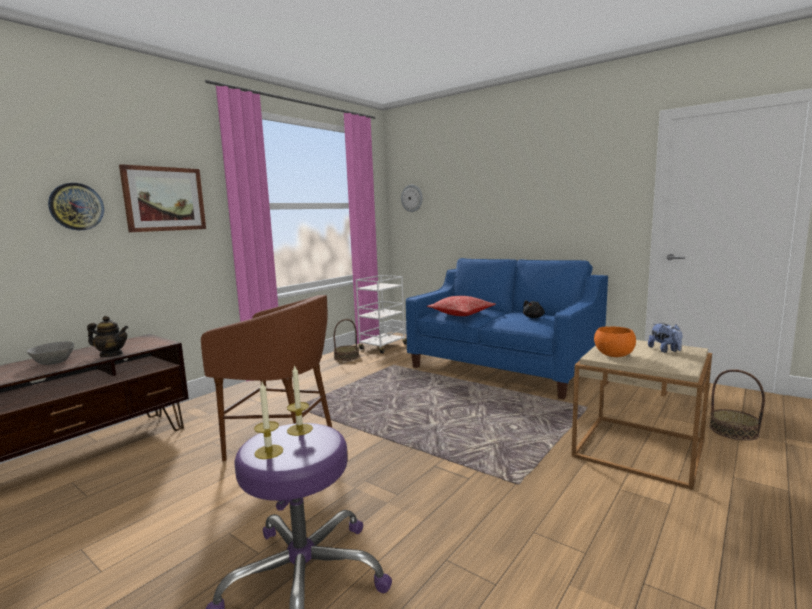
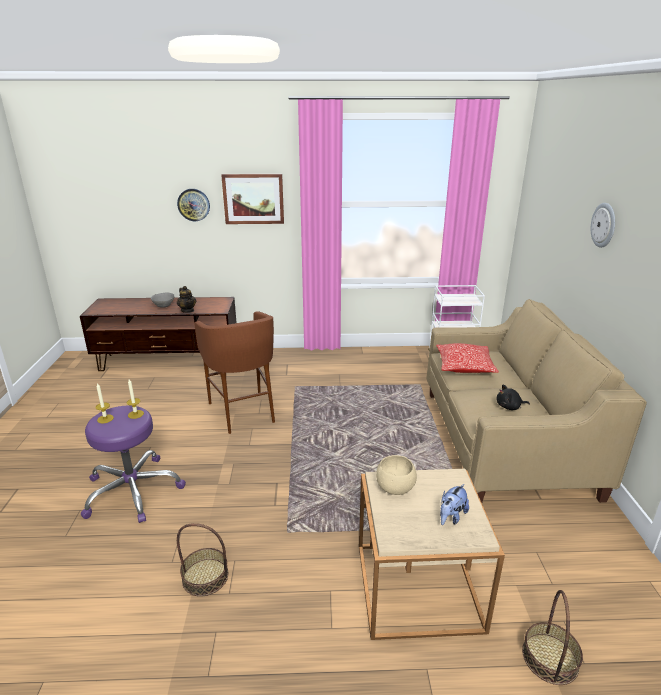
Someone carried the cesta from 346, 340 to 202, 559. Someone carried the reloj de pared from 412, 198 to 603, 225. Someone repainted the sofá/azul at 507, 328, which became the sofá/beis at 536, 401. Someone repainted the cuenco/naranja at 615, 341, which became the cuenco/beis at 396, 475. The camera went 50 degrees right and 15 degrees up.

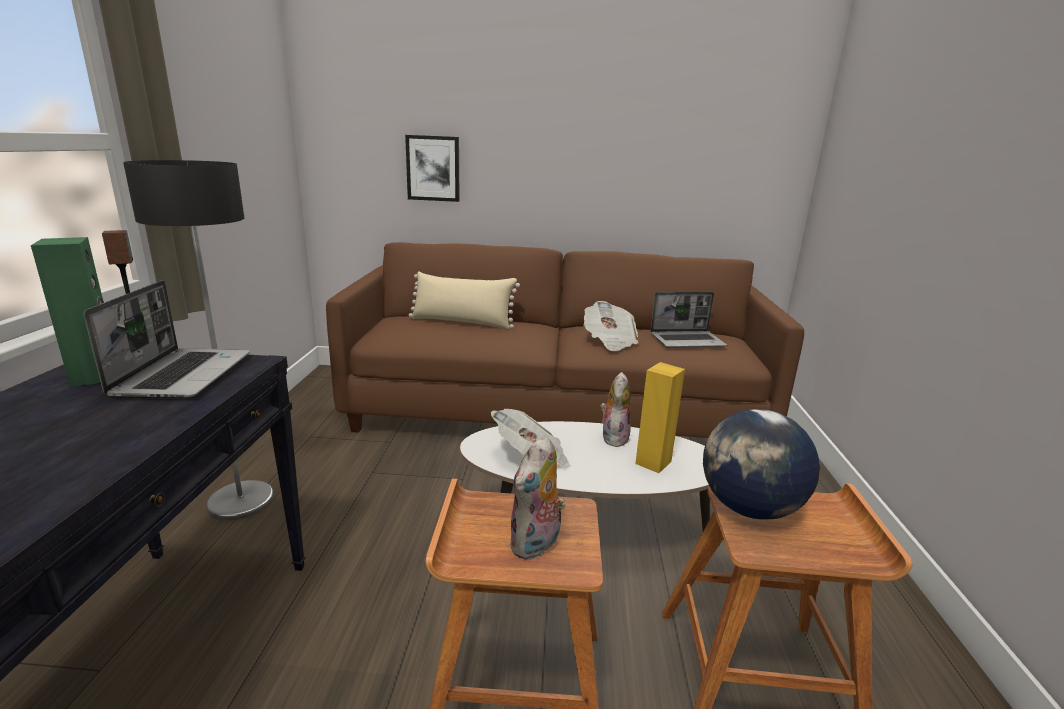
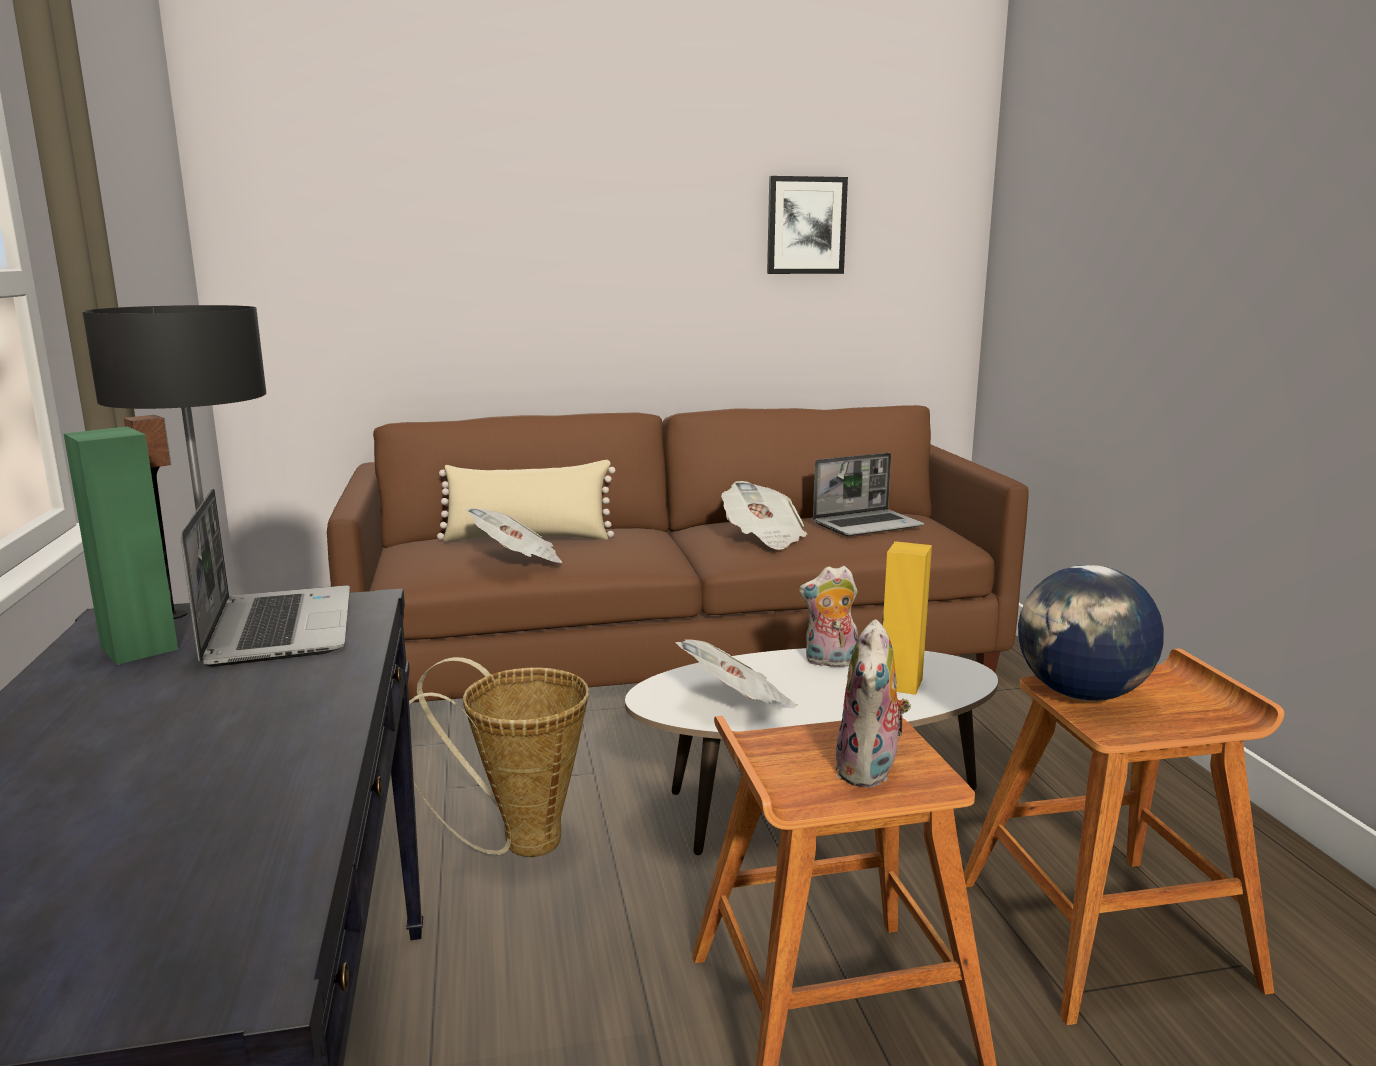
Someone put down the cesta at 499, 757. Someone put down the periódico at 514, 535. Someone carried the cuadro from 432, 168 to 807, 225. Someone rotated the peluche at 615, 409 by 90 degrees counterclockwise. The camera went 15 degrees left and 5 degrees down.

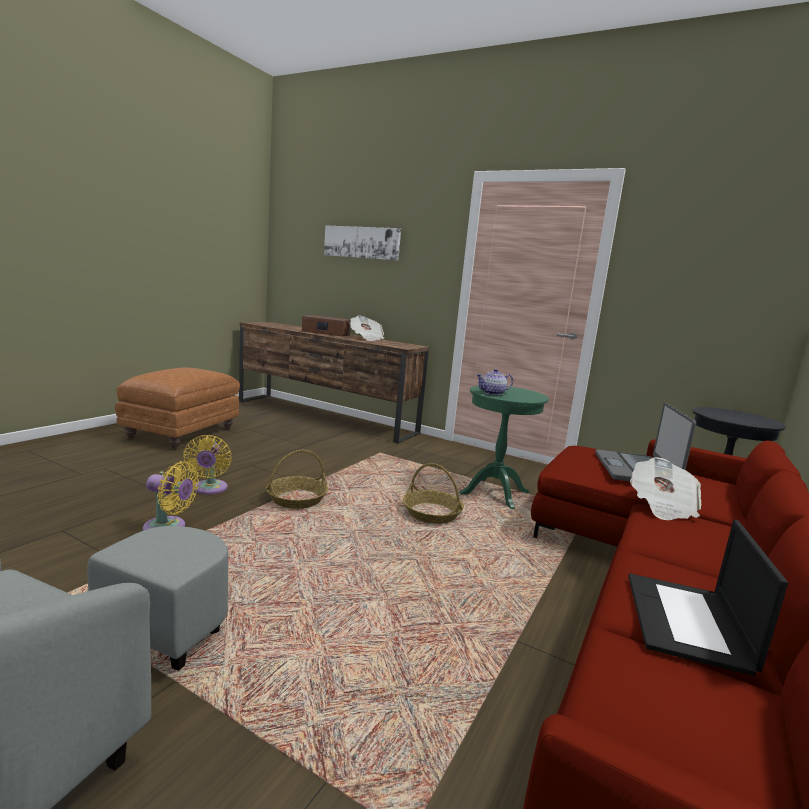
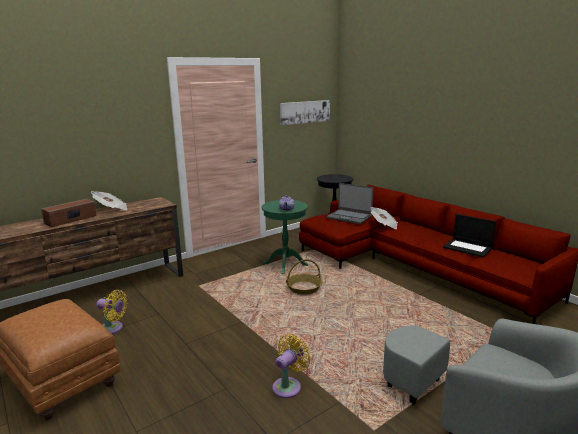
Someone took away the cesta at 297, 479. Someone carried the ventilador/amarillo from 207, 465 to 111, 312. Someone carried the cuadro from 362, 243 to 305, 112. The camera went 65 degrees left and 5 degrees up.

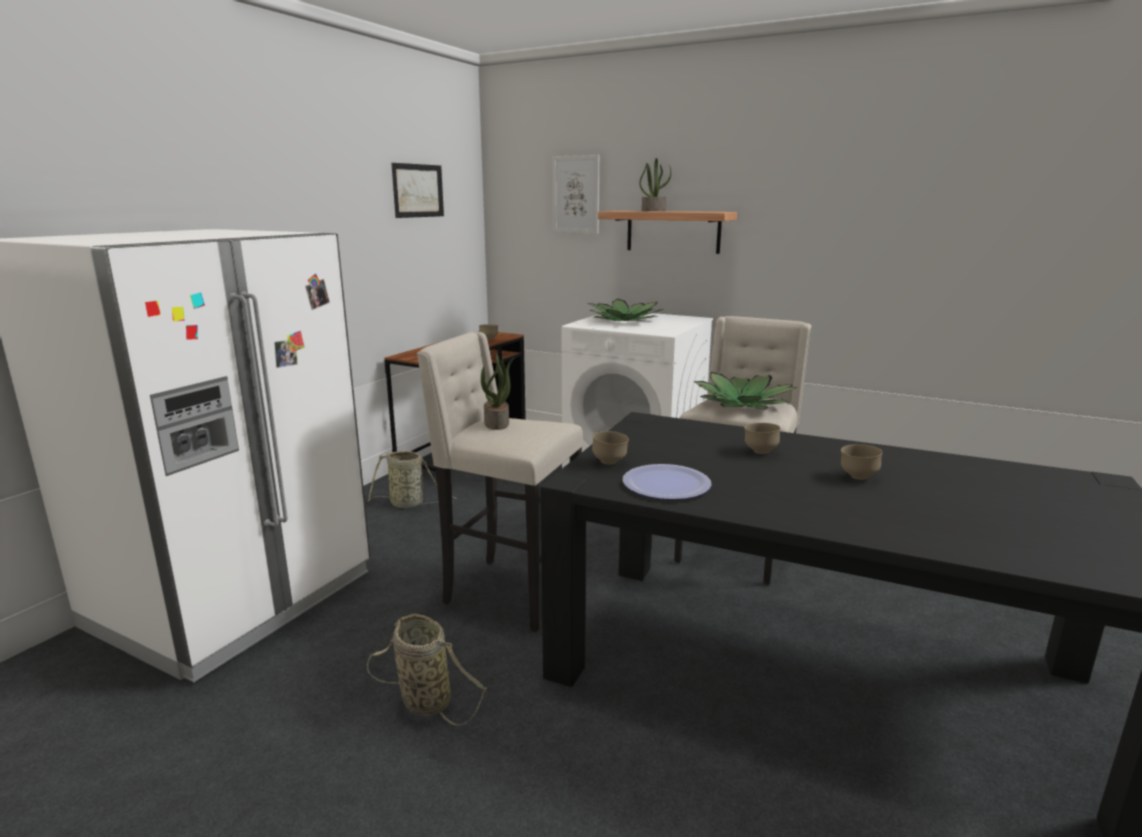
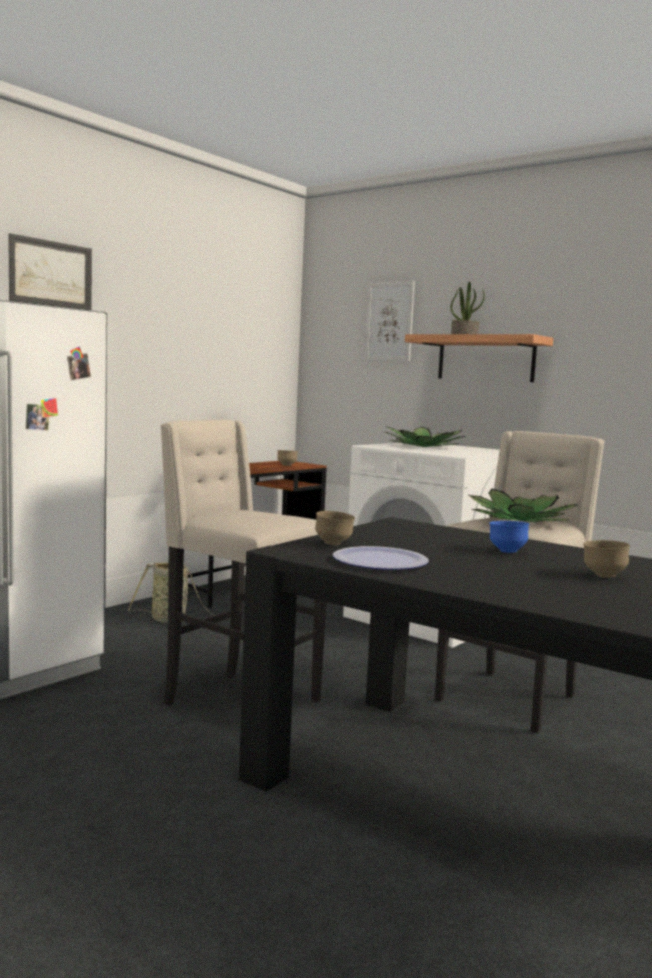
Someone took away the cesta at 426, 669. Someone took away the planta en maceta at 498, 391. Someone carried the cuadro from 417, 190 to 50, 271. Someone repainted the cuenco/marrón at 762, 438, which became the cuenco/azul at 509, 537. The camera went 10 degrees right and 10 degrees down.

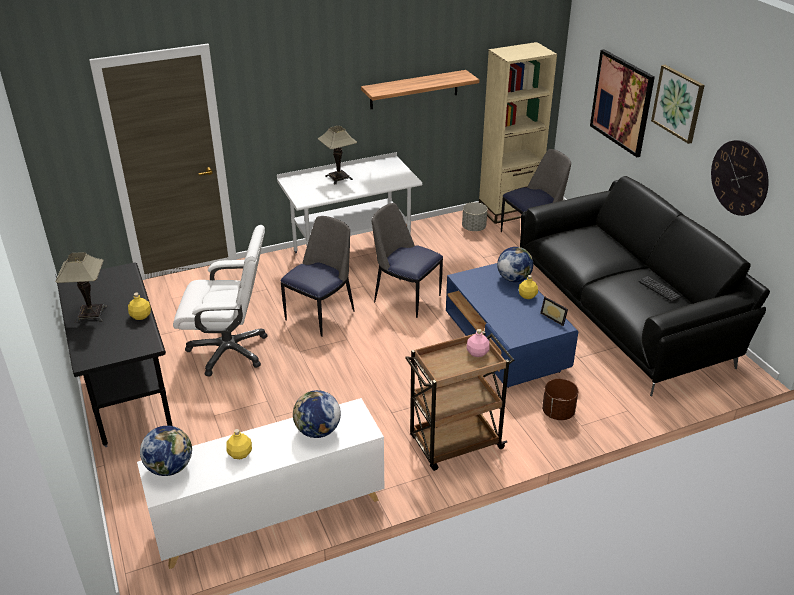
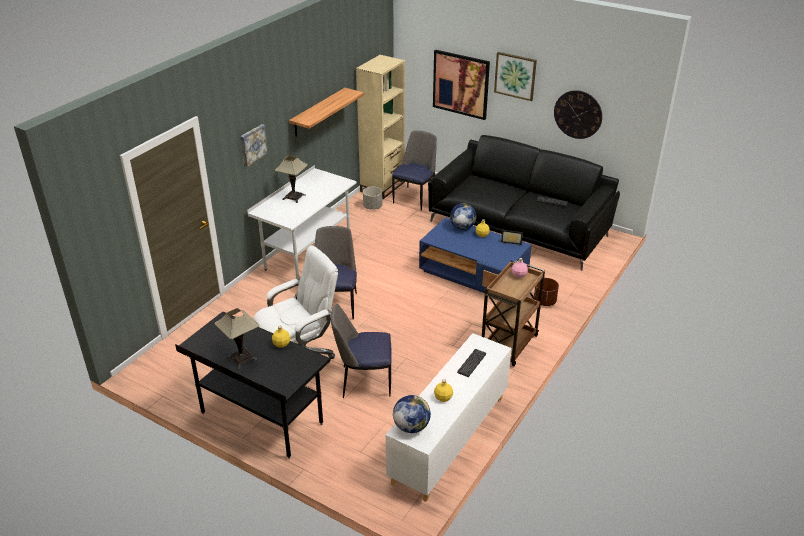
Someone put up the cuadro at 254, 145. Someone carried the silla from 407, 260 to 361, 351. Someone swapped the globo terráqueo at 317, 414 for the teclado at 471, 363. The camera went 35 degrees left and 0 degrees up.

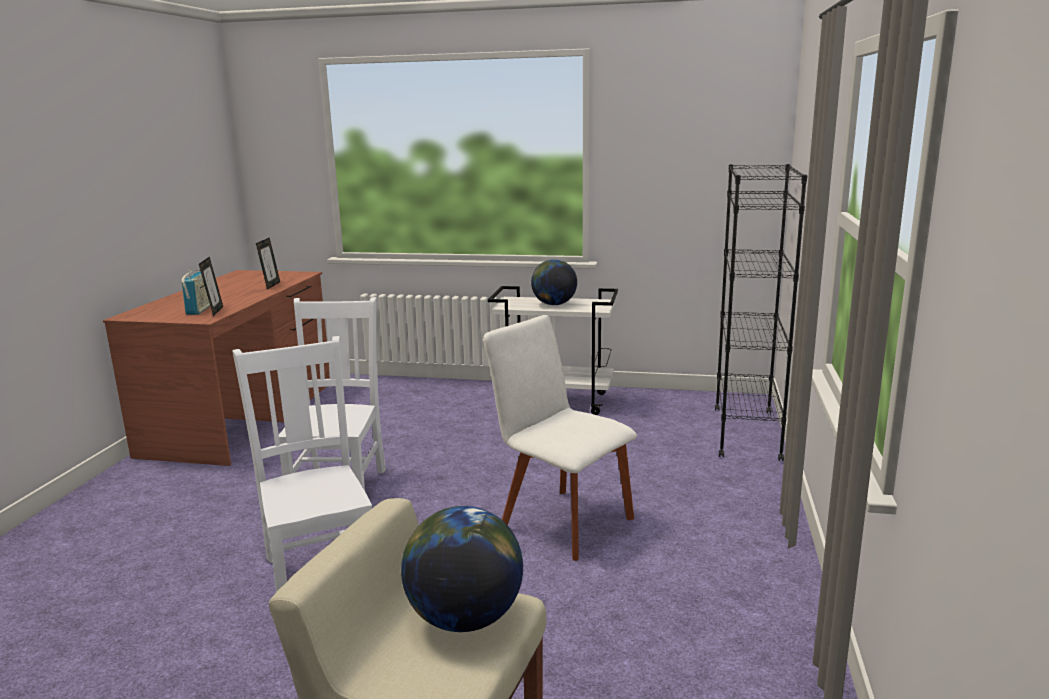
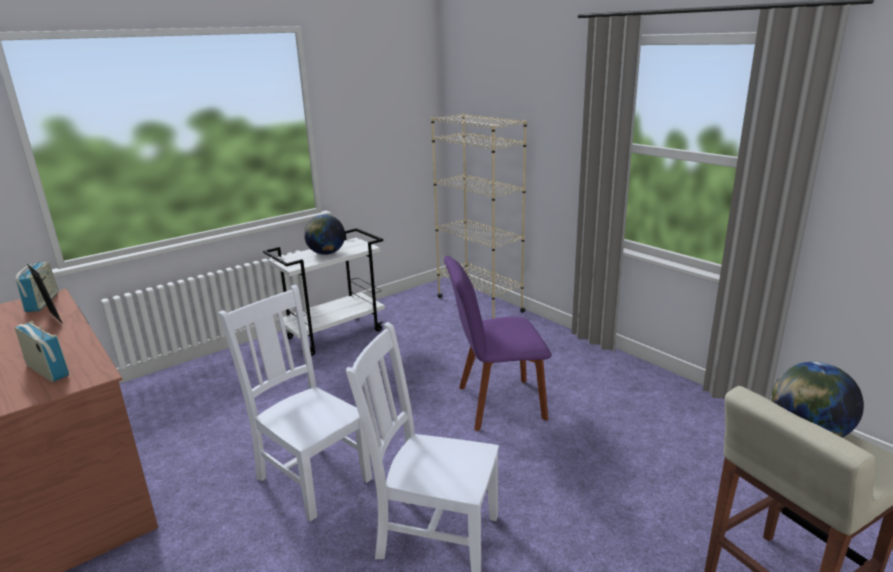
Someone took away the portarretratos at 211, 286. Someone put down the radio at 37, 287. Someone repainted the silla/blanco at 560, 438, which became the silla/morado at 498, 343. Someone repainted the estantería/negro at 761, 312, which became the estantería/beis at 479, 216. The camera went 50 degrees left and 5 degrees up.

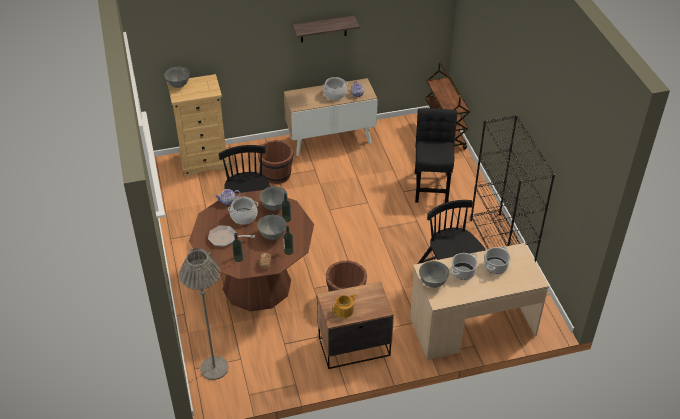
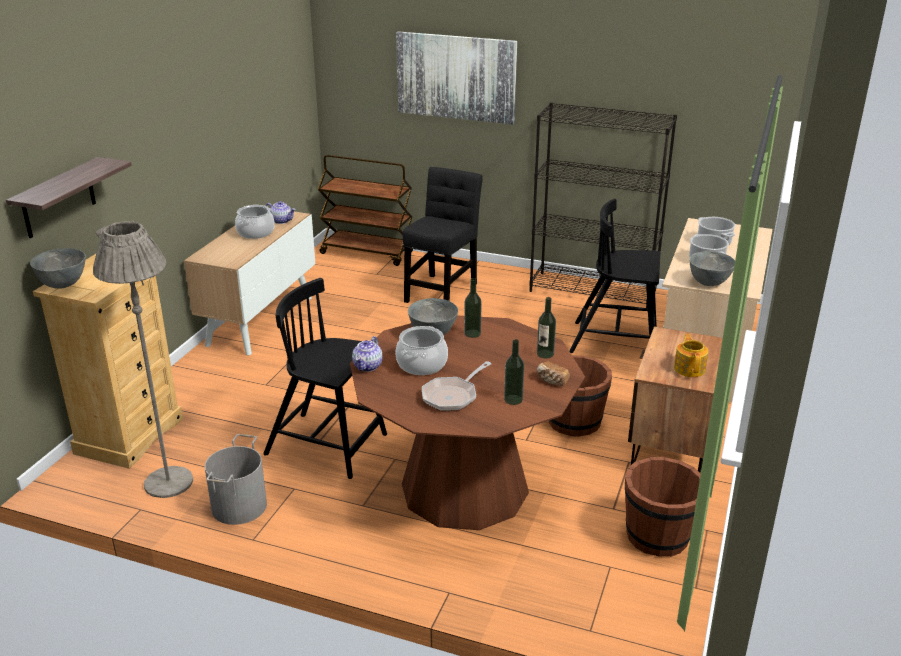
Someone took away the cuenco/gris at 271, 227. Someone put down the cubo/gris at 236, 479. Someone put up the cuadro at 456, 77. Someone carried the lámpara de pie/gris from 204, 314 to 143, 359. Someone carried the cubo/marrón from 276, 162 to 663, 507. Someone carried the estante from 326, 29 to 69, 197. Someone rotated the silla/negro at 436, 155 by 75 degrees clockwise. The camera went 55 degrees left and 15 degrees down.

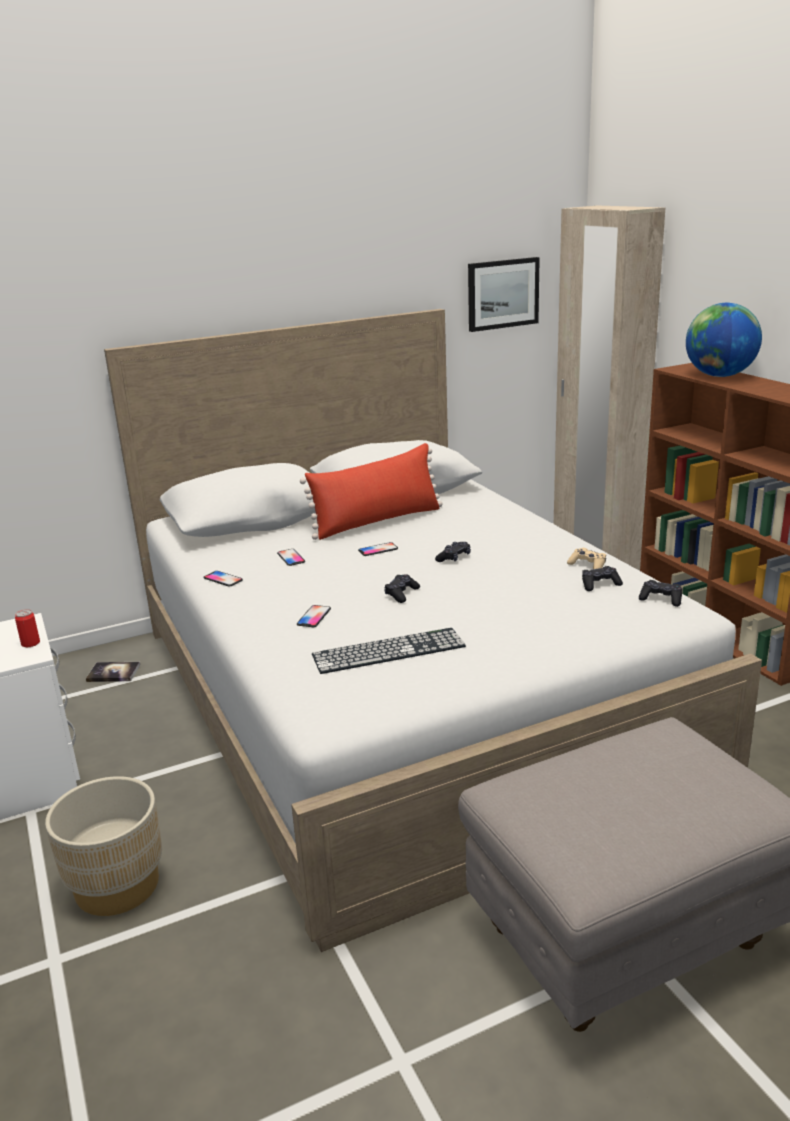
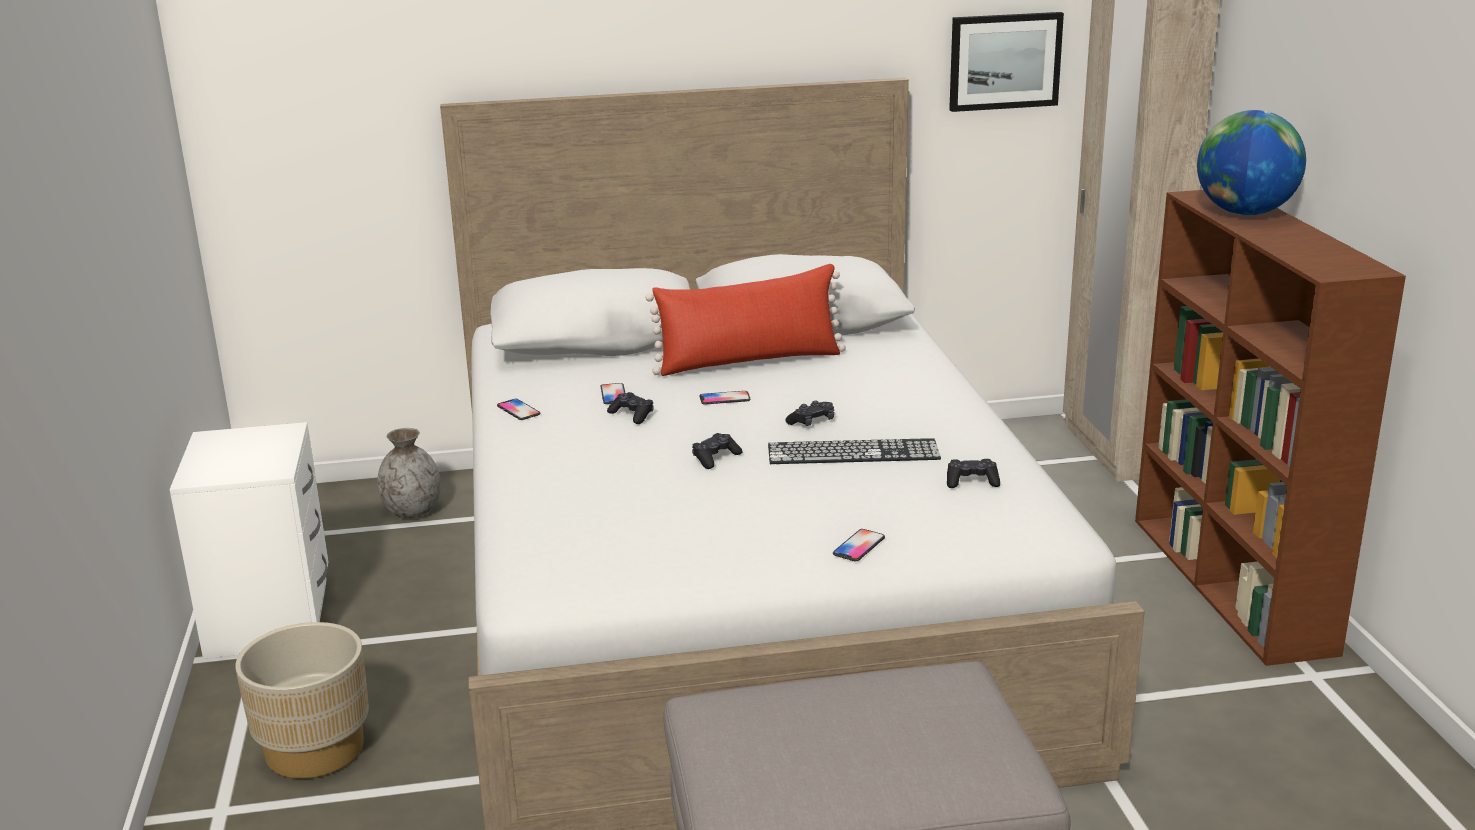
Someone took away the lata at 27, 628. Someone took away the mando de consola/beis at 586, 558. Someone carried the móvil from 314, 616 to 859, 545. Someone carried the teclado from 389, 651 to 854, 451. Someone carried the mando de consola/negro from 660, 593 to 630, 408. Someone swapped the libro at 113, 672 for the florero/gris at 409, 473. The camera went 15 degrees right and 0 degrees up.

